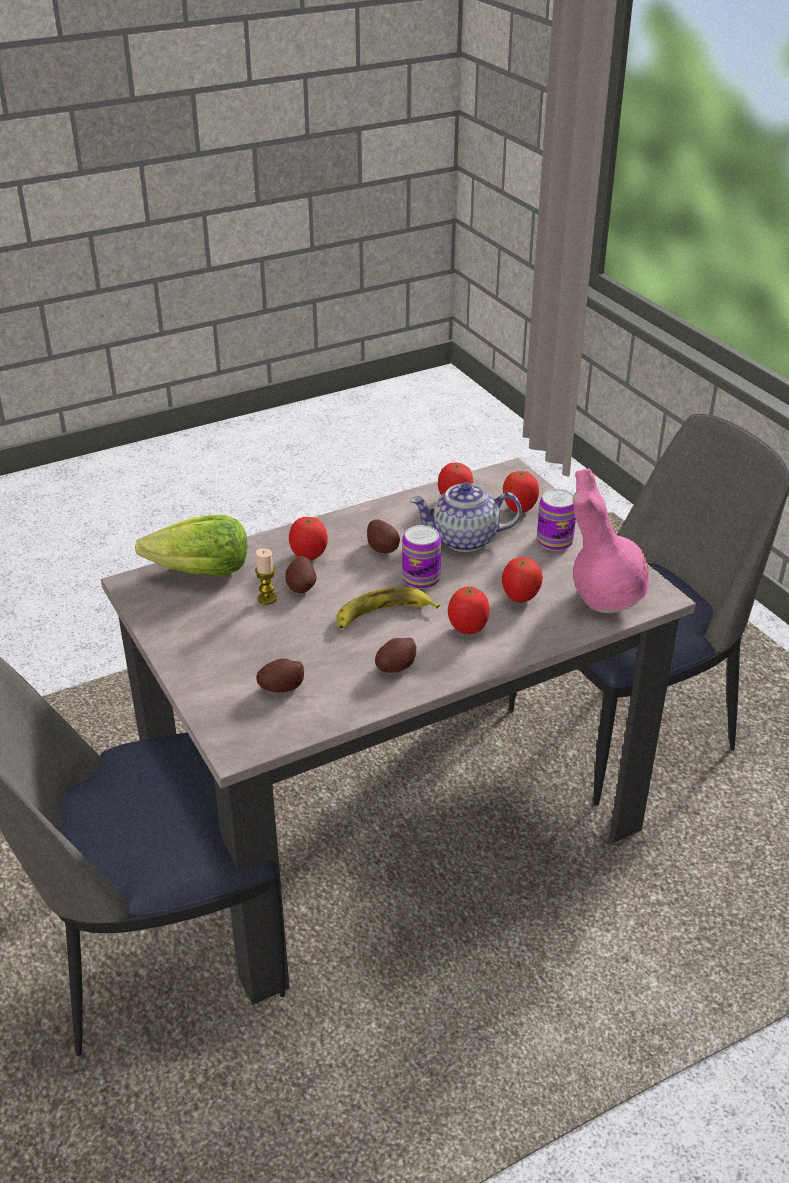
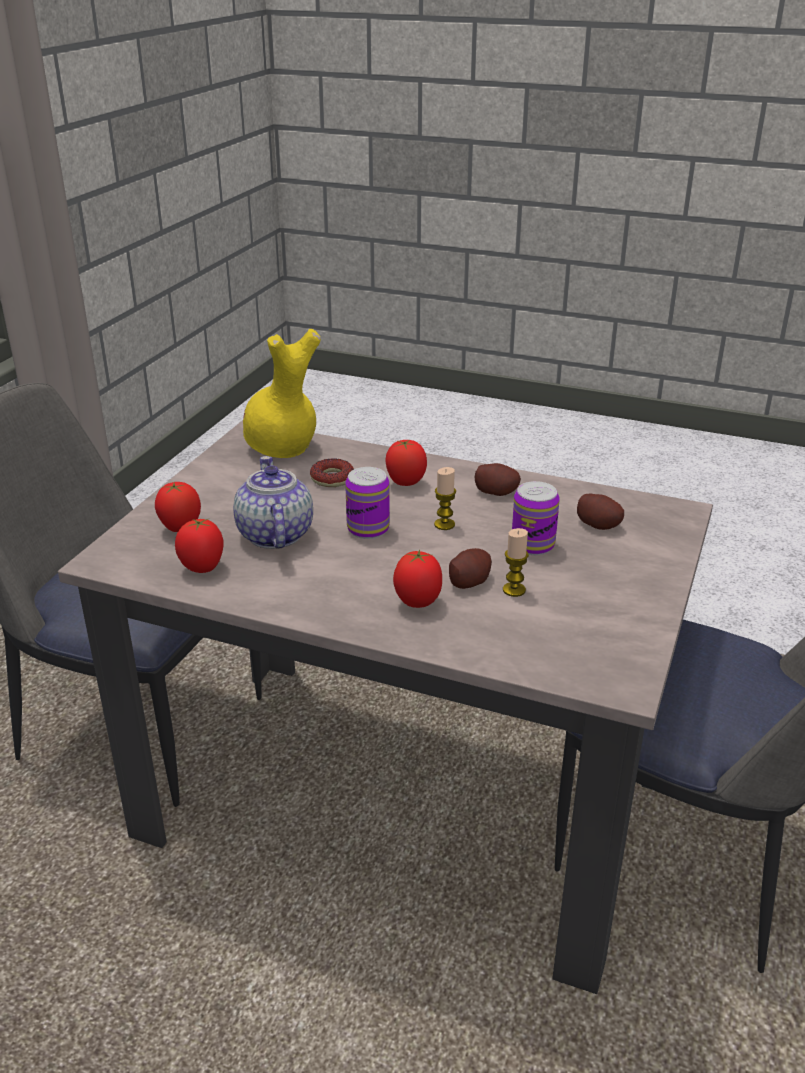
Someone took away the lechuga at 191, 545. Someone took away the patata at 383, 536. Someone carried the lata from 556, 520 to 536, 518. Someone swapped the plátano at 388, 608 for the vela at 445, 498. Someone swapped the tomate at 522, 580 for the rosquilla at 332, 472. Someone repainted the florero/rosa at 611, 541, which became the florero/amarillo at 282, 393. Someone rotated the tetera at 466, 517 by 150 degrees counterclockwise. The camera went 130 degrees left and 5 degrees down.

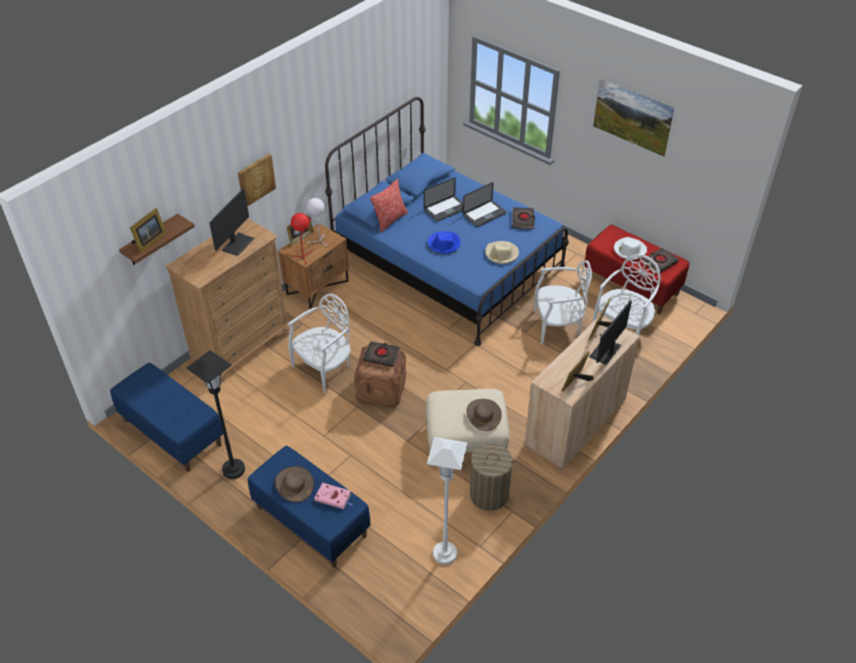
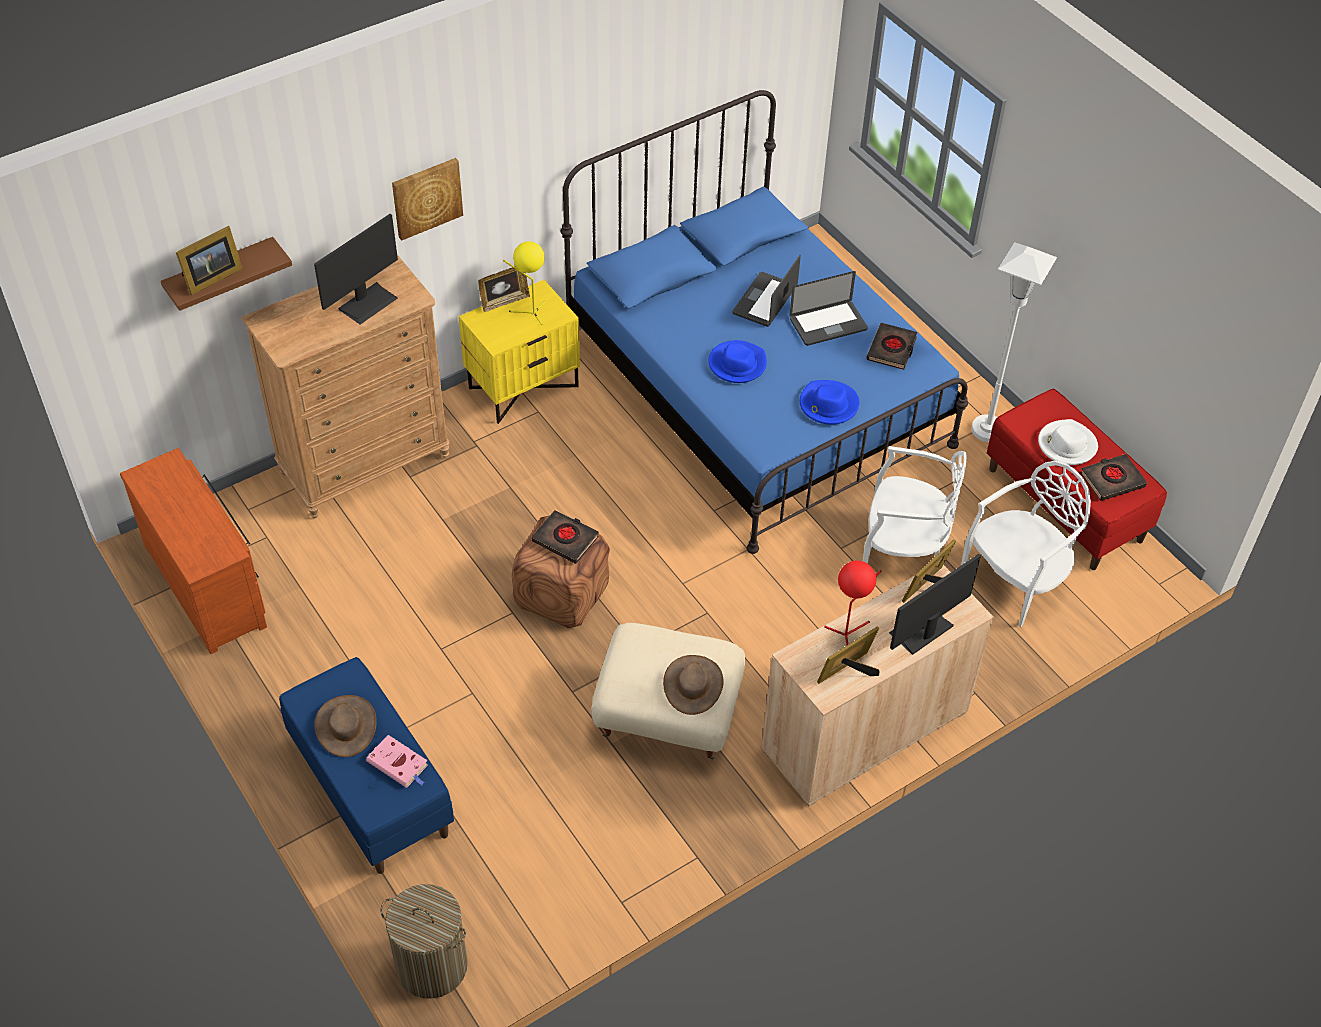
Someone took away the lámpara de pie/negro at 215, 414. Someone took away the silla/blanco at 319, 343. Someone took away the cojín at 389, 205. Someone took away the cuadro at 634, 117. Someone carried the lámpara de mesa/rojo from 302, 238 to 853, 603. Someone carried the lámpara de pie/blanco from 447, 501 to 1014, 342. Someone carried the cesto de la ropa from 491, 477 to 424, 941. Someone swapped the banco/azul at 166, 417 for the cómoda/marrón at 193, 551. Someone repainted the mesita de noche/marrón at 313, 266, which became the mesita de noche/amarillo at 519, 352. Someone repainted the lámpara de mesa/blanco at 314, 222, which became the lámpara de mesa/amarillo at 524, 283. Someone repainted the sombrero/beis at 502, 252, which became the sombrero/azul at 829, 402. Someone rotated the portátil at 443, 200 by 135 degrees clockwise. The camera went 15 degrees right and 5 degrees up.

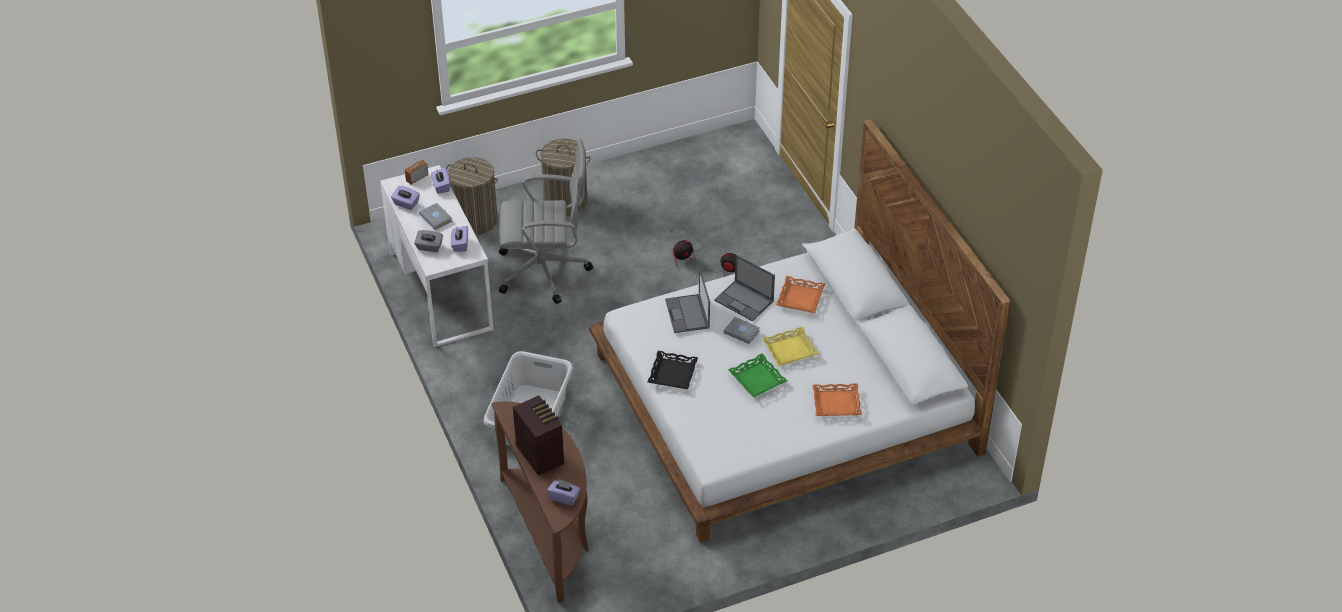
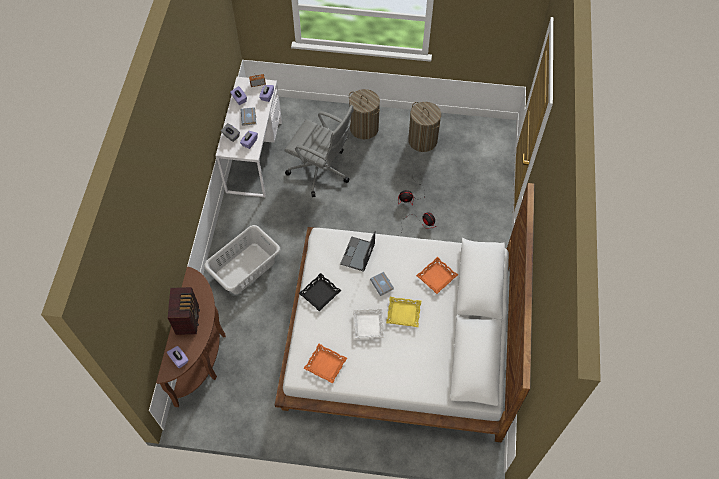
Someone took away the portátil at 744, 288. Someone carried the cesto de la ropa from 472, 196 to 424, 127. Someone carried the bandeja/naranja from 837, 399 to 325, 364. Someone repainted the bandeja/verde at 757, 376, which became the bandeja/blanco at 368, 323. The camera went 30 degrees right and 15 degrees up.

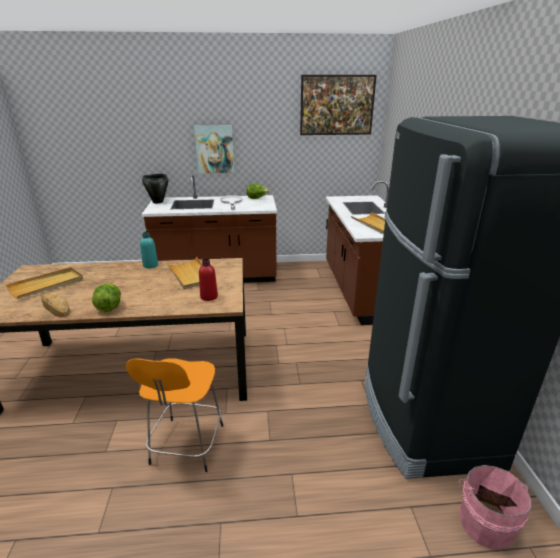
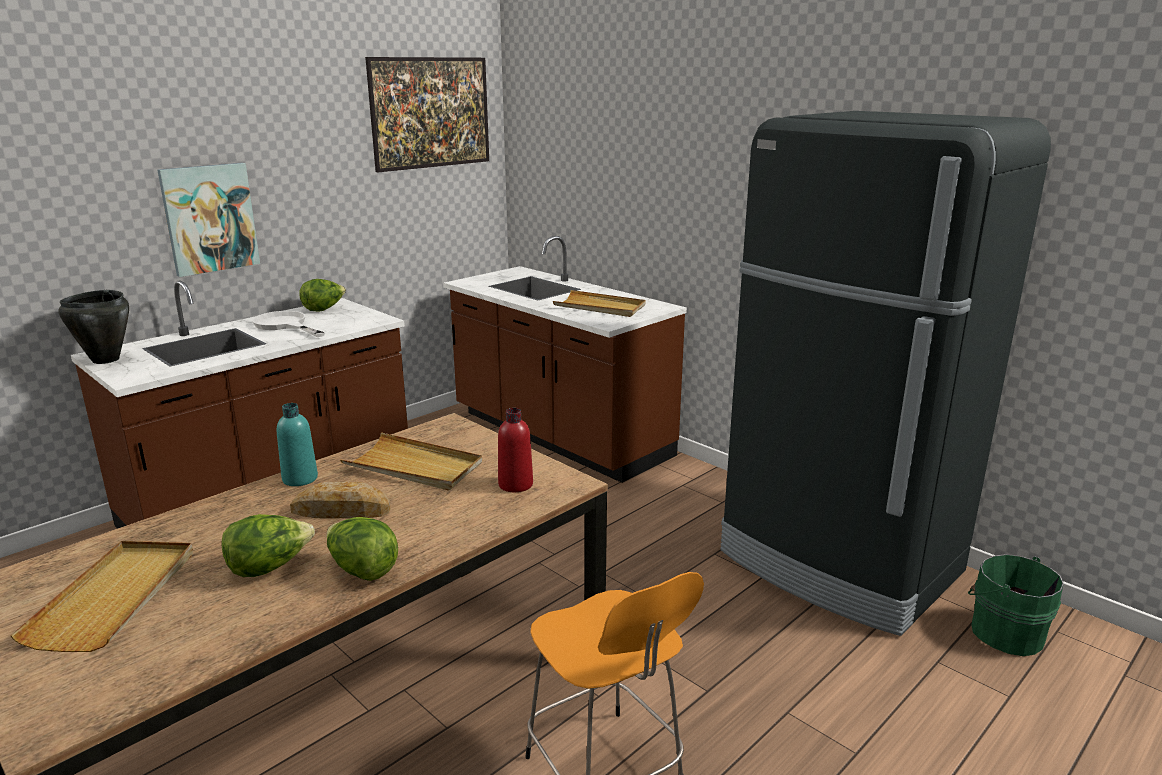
Someone put down the lechuga at 268, 545. Someone carried the pan from 55, 304 to 340, 500. Someone repainted the cubo/rosa at 495, 507, which became the cubo/verde at 1016, 605. The camera went 40 degrees left and 5 degrees down.

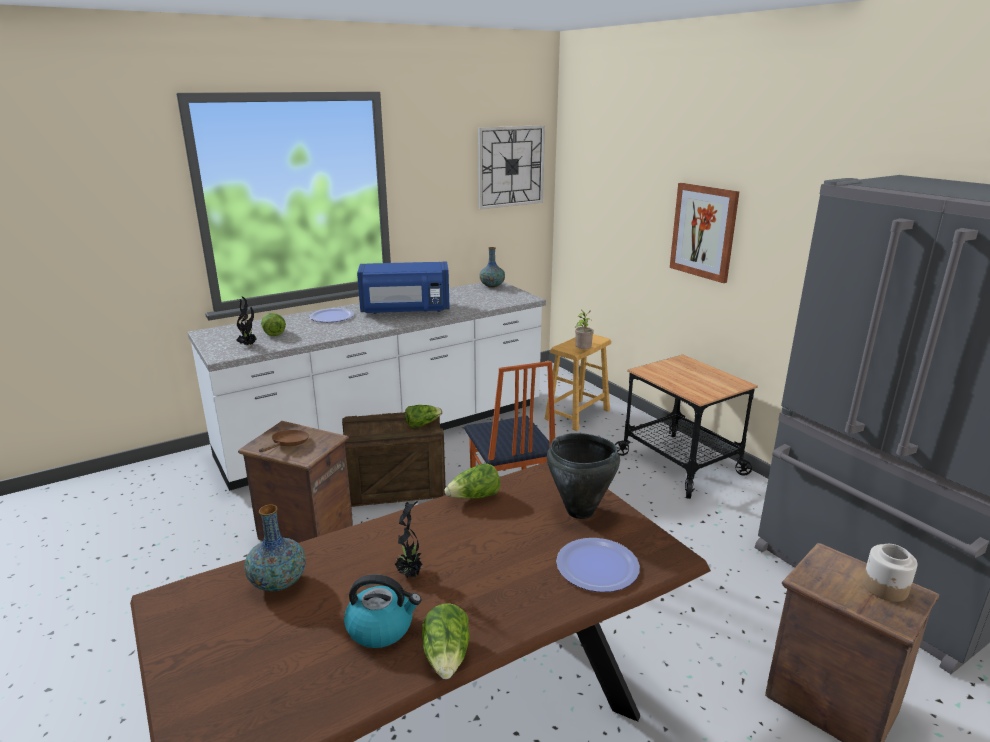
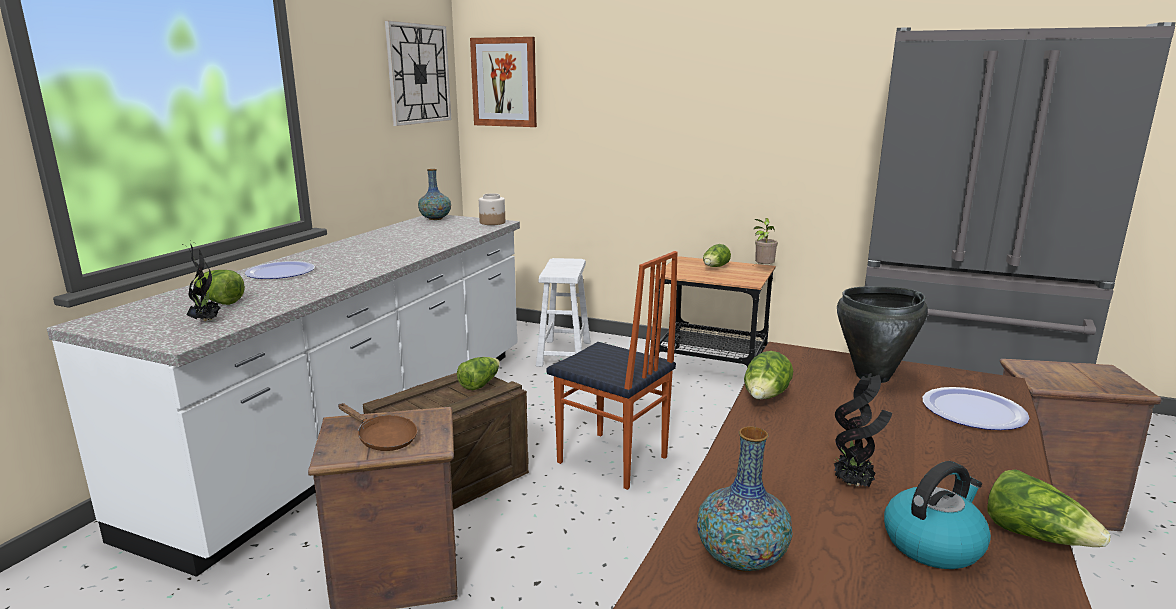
Someone took away the microondas/azul at 403, 288. Someone put down the lechuga at 717, 255. Someone carried the planta en maceta from 584, 329 to 766, 241. Someone carried the cuadro from 705, 233 to 503, 82. Someone carried the tarro from 890, 573 to 492, 209. Someone repainted the taburete/marrón at 578, 382, which became the taburete/blanco at 563, 312. Someone rotated the sartén/marrón at 284, 441 by 135 degrees clockwise. The camera went 35 degrees left and 5 degrees down.

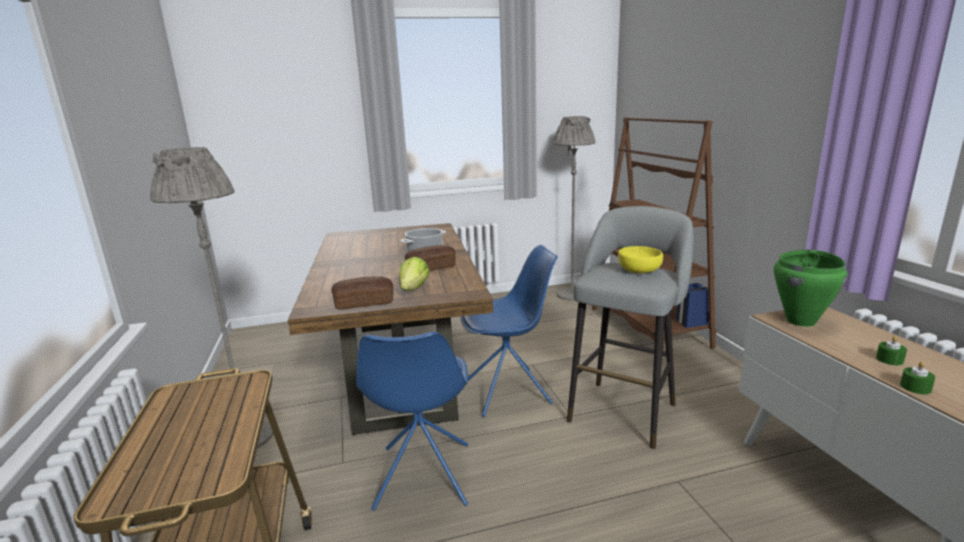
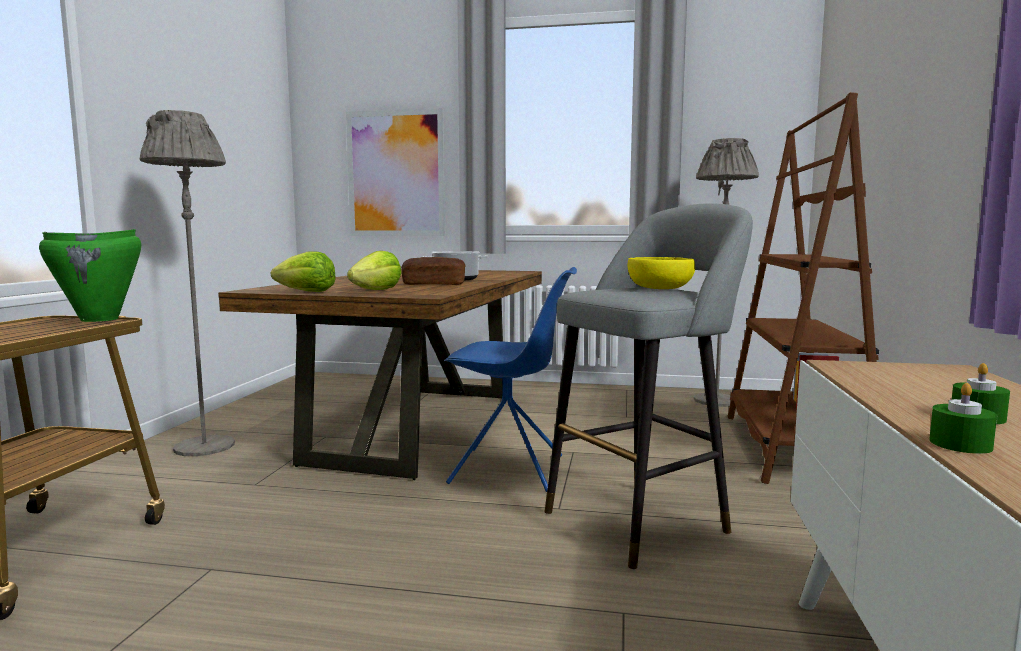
Someone took away the silla/azul at 412, 421. Someone put up the cuadro at 396, 172. Someone carried the olla/verde from 811, 288 to 90, 275. Someone swapped the pan at 362, 292 for the lechuga at 303, 271. The camera went 25 degrees right and 10 degrees down.

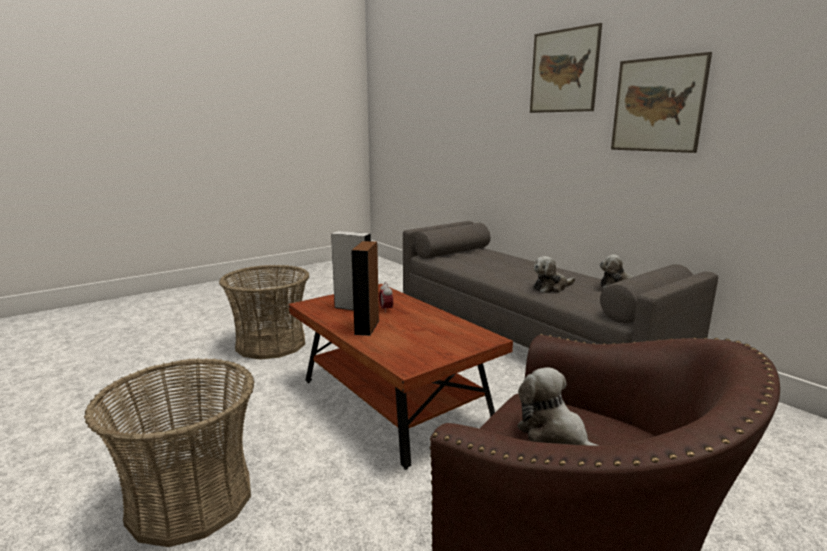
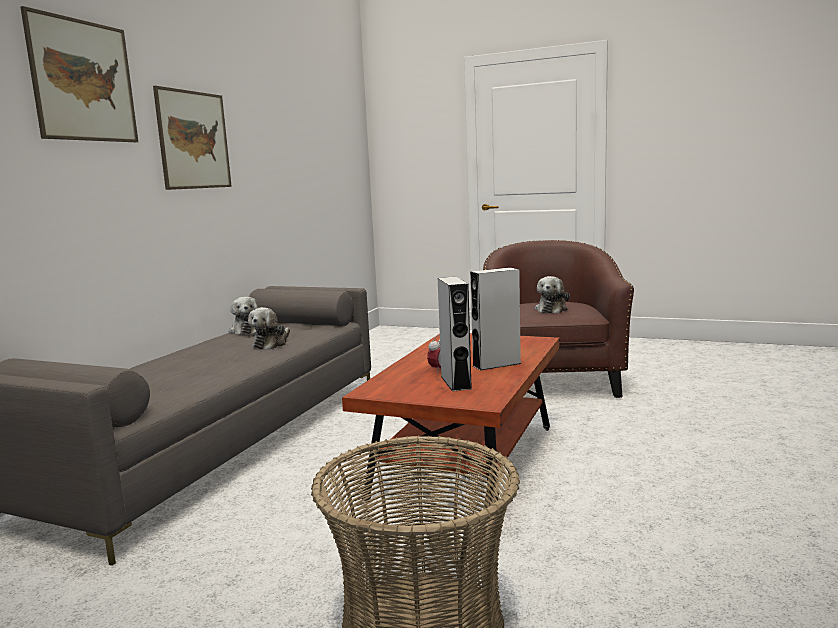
Someone took away the cesta at 169, 452. Someone repainted the altavoz/marrón at 365, 288, which became the altavoz/gris at 495, 319. Someone rotated the peluche at 554, 274 by 75 degrees clockwise. The camera went 120 degrees left and 5 degrees down.

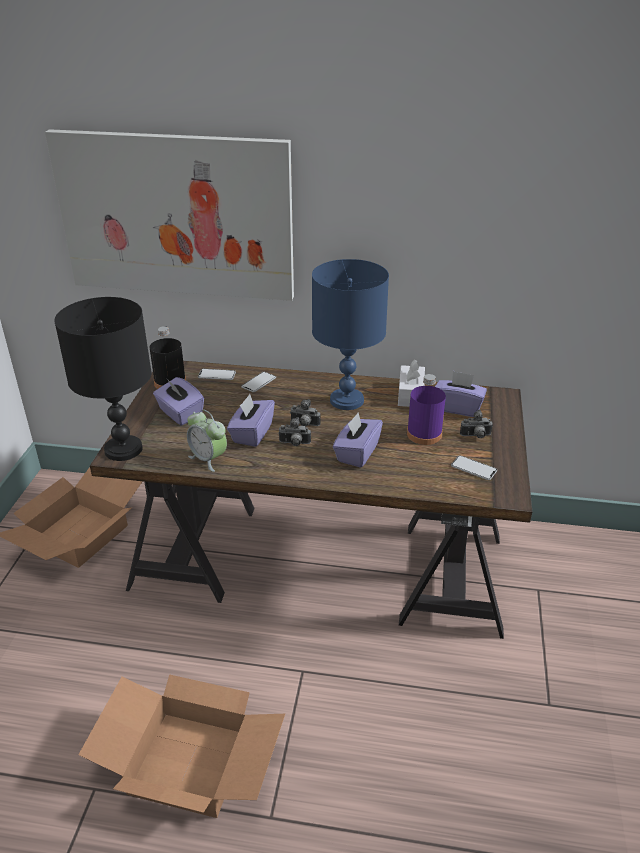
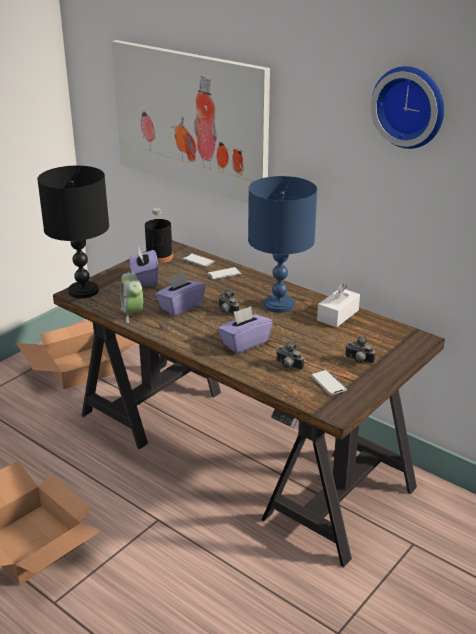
Someone took away the botella/morado at 426, 409. Someone took away the caja de pañuelos/morado at 461, 394. Someone put up the reloj de pared at 407, 107. Someone carried the cámara from 294, 431 to 290, 356. The camera went 30 degrees right and 5 degrees down.

